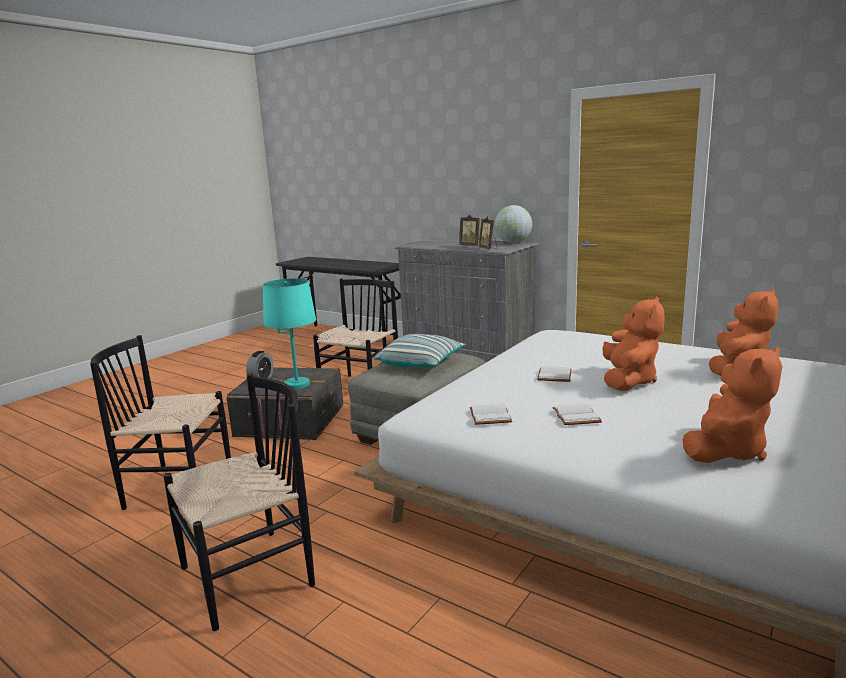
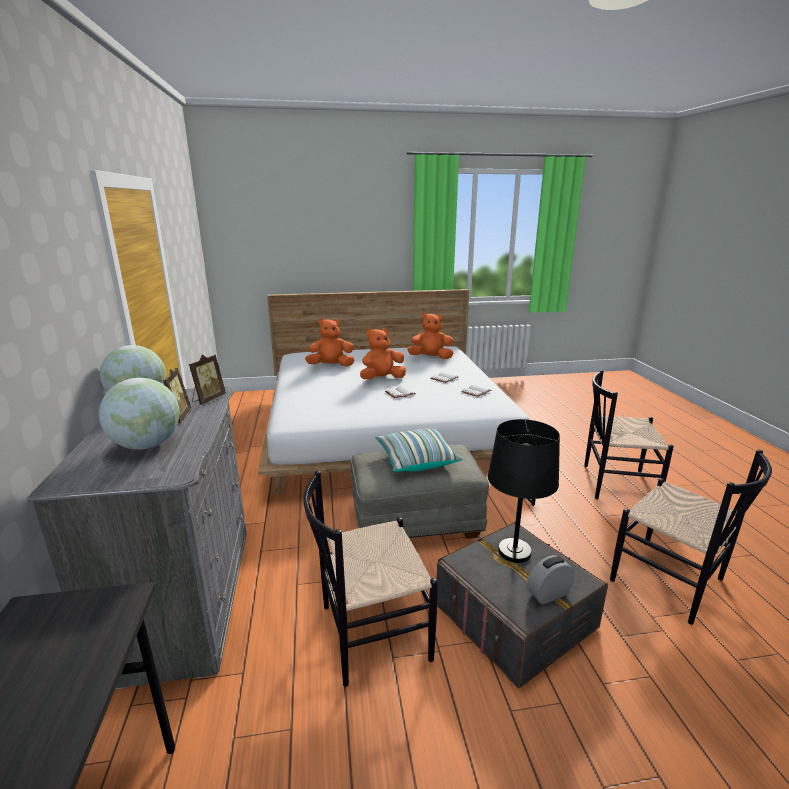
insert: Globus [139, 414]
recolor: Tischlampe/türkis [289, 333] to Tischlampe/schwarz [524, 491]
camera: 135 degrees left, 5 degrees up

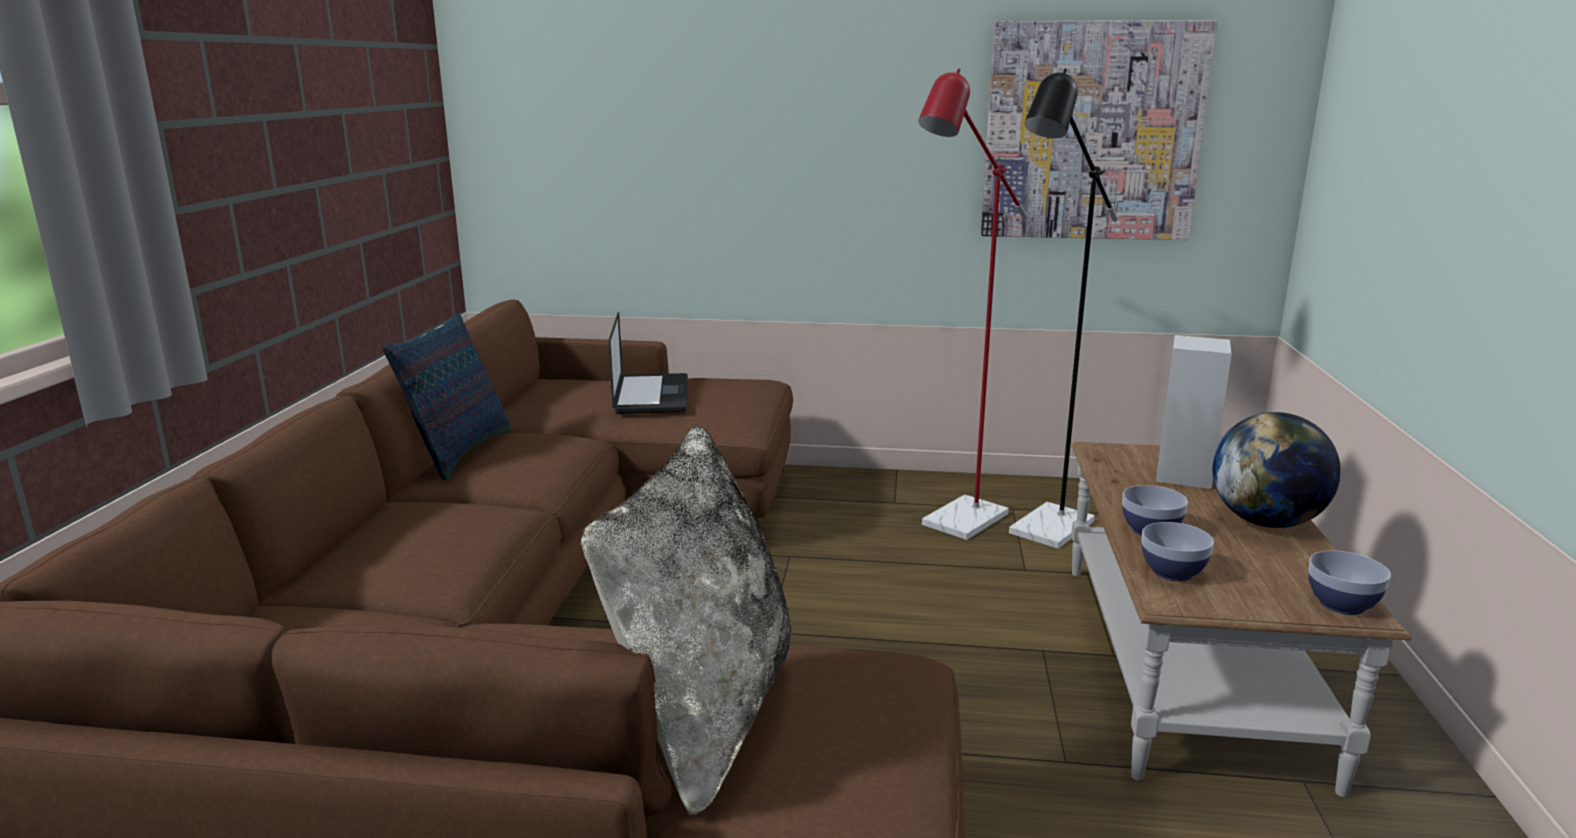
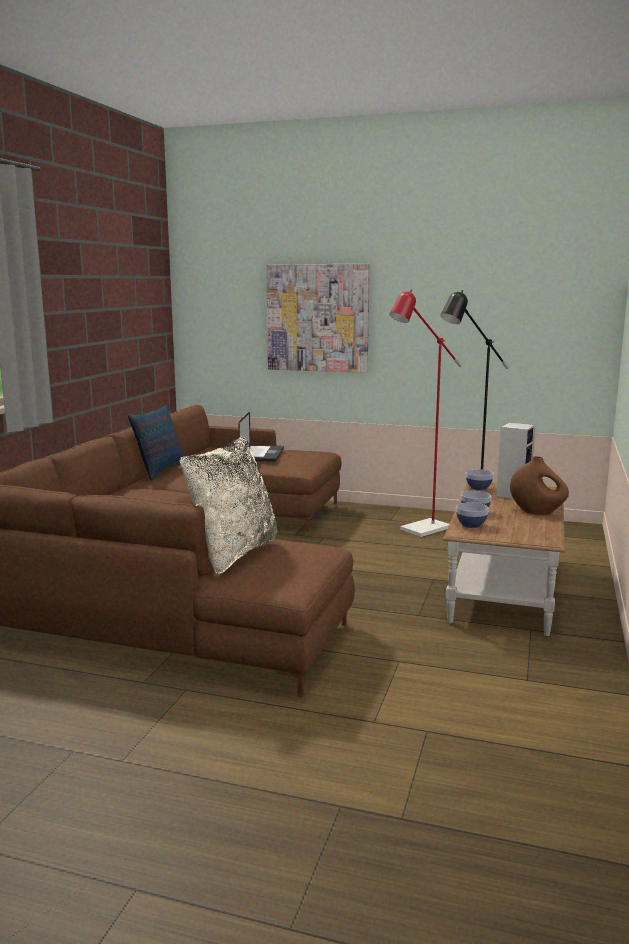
move: Bild [1099, 130] to [318, 318]; Schüssel [1349, 582] to [480, 479]
replace: Globus [1276, 470] to Vase/braun [539, 485]
camera: 10 degrees right, 5 degrees down

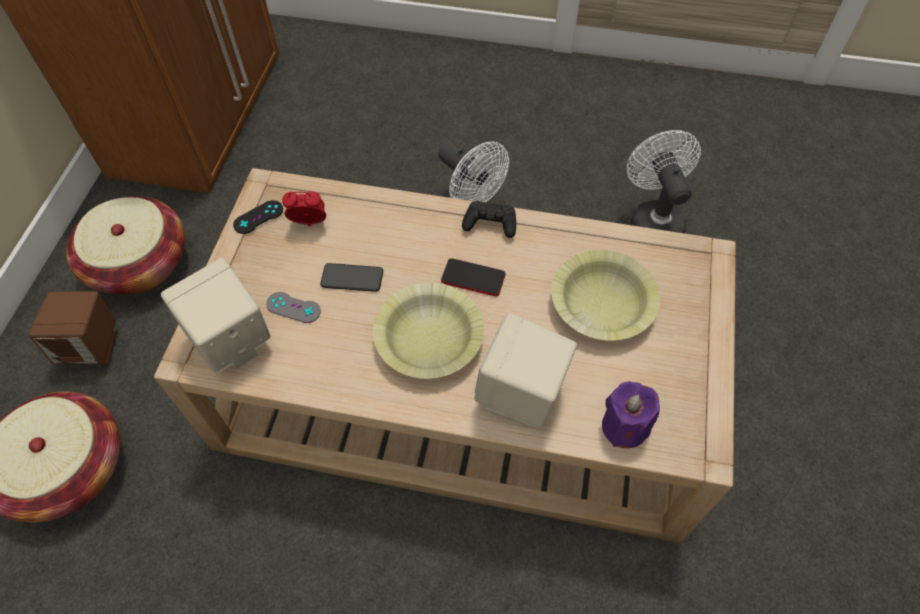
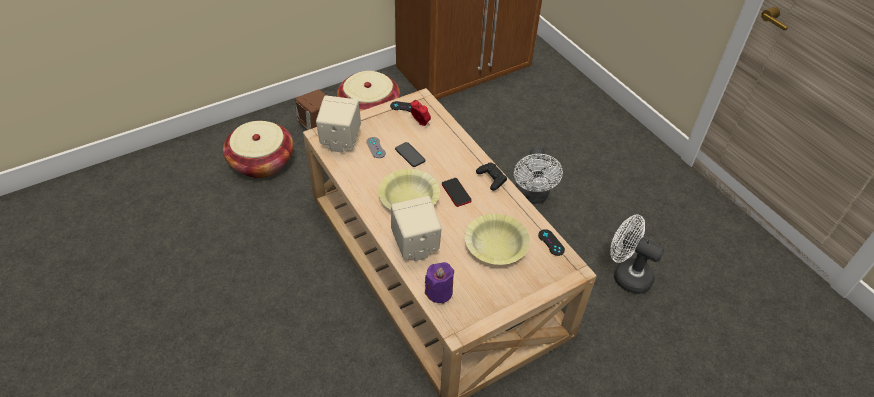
insert: Gamepad/schwarz [551, 242]
rotate: Ventilator/weiß [664, 181] = [637, 254] 90 degrees counterclockwise
camera: 45 degrees right, 10 degrees down

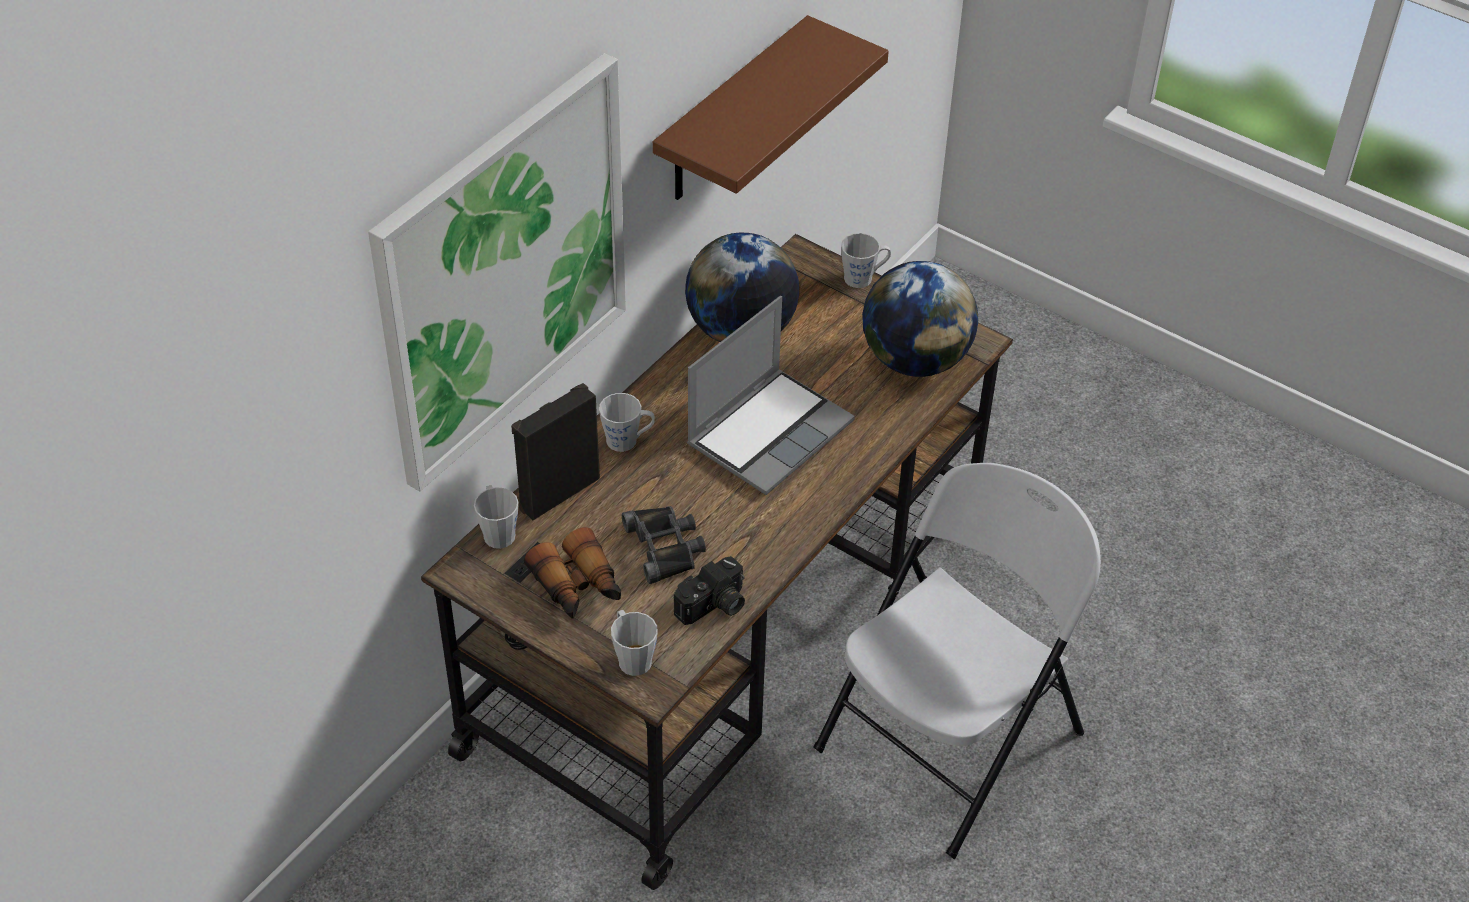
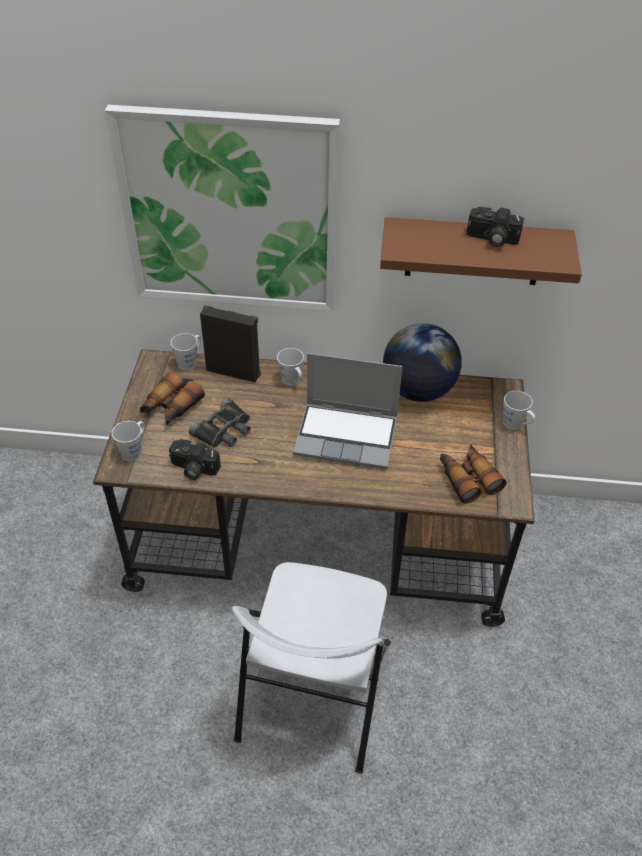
insert: Kamera [495, 227]
replace: Globus [920, 319] to Fernglas [473, 474]
rotate: Stuhl/weiß [957, 661] = [311, 667] 90 degrees clockwise
camera: 60 degrees right, 0 degrees up

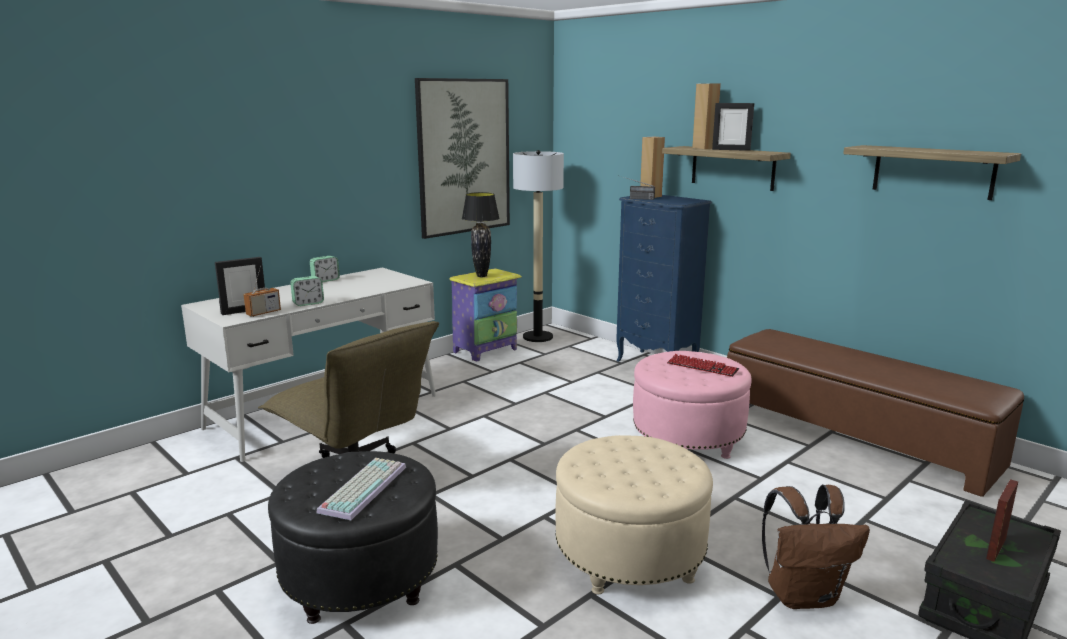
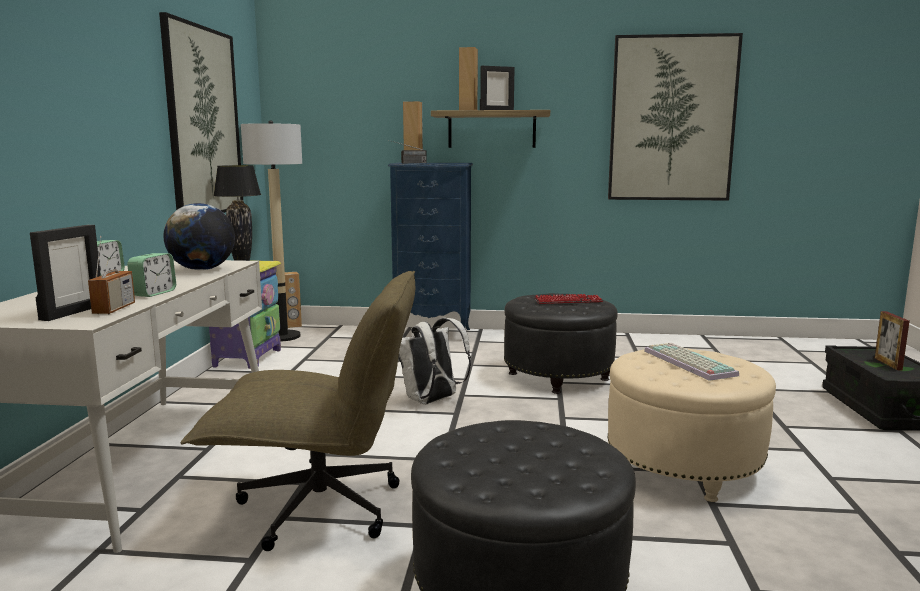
delete: Bank/braun [875, 413]; Rucksack/braun [816, 547]
insert: Globus [199, 236]; Lautsprecher/braun [293, 300]; Rucksack/weiß [434, 361]
move: Tastatur [361, 489] to [691, 362]
replace: Wandregal [932, 172] to Bild [675, 117]
recolor: Polsterhocker/rosa [692, 405] to Polsterhocker/schwarz [561, 343]
camera: 40 degrees left, 5 degrees down

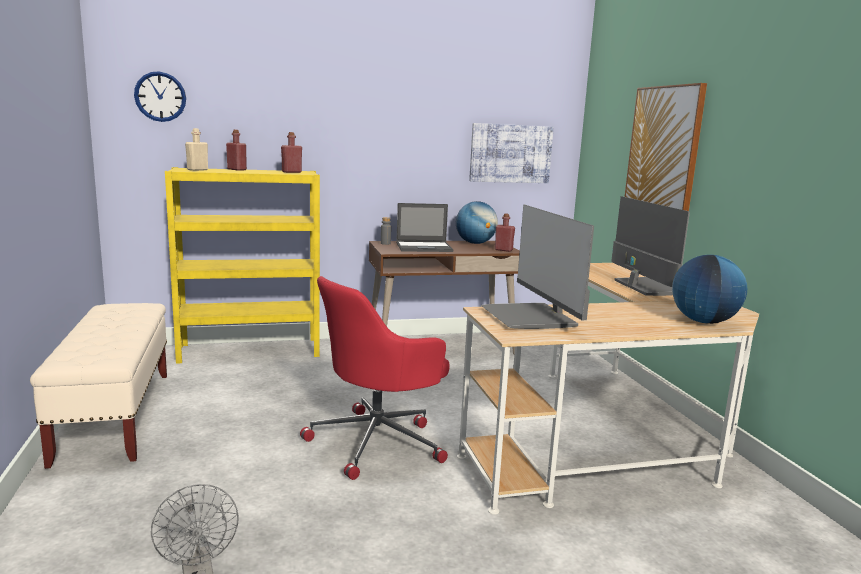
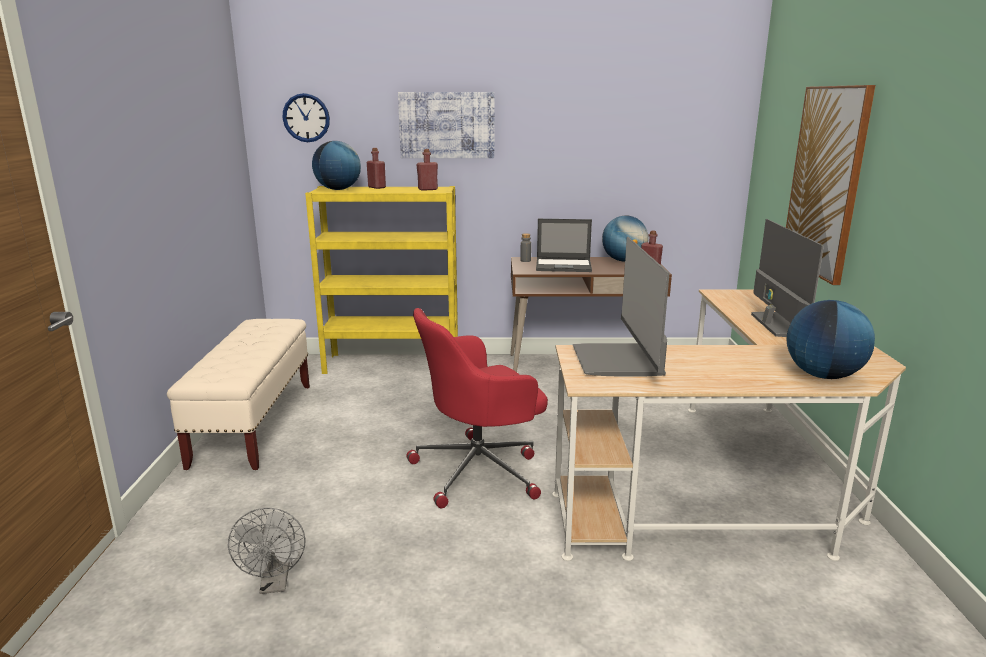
move: Bild [511, 153] to [446, 125]
replace: Flasche/beige [196, 149] to Globus [336, 165]
camera: 15 degrees right, 5 degrees up

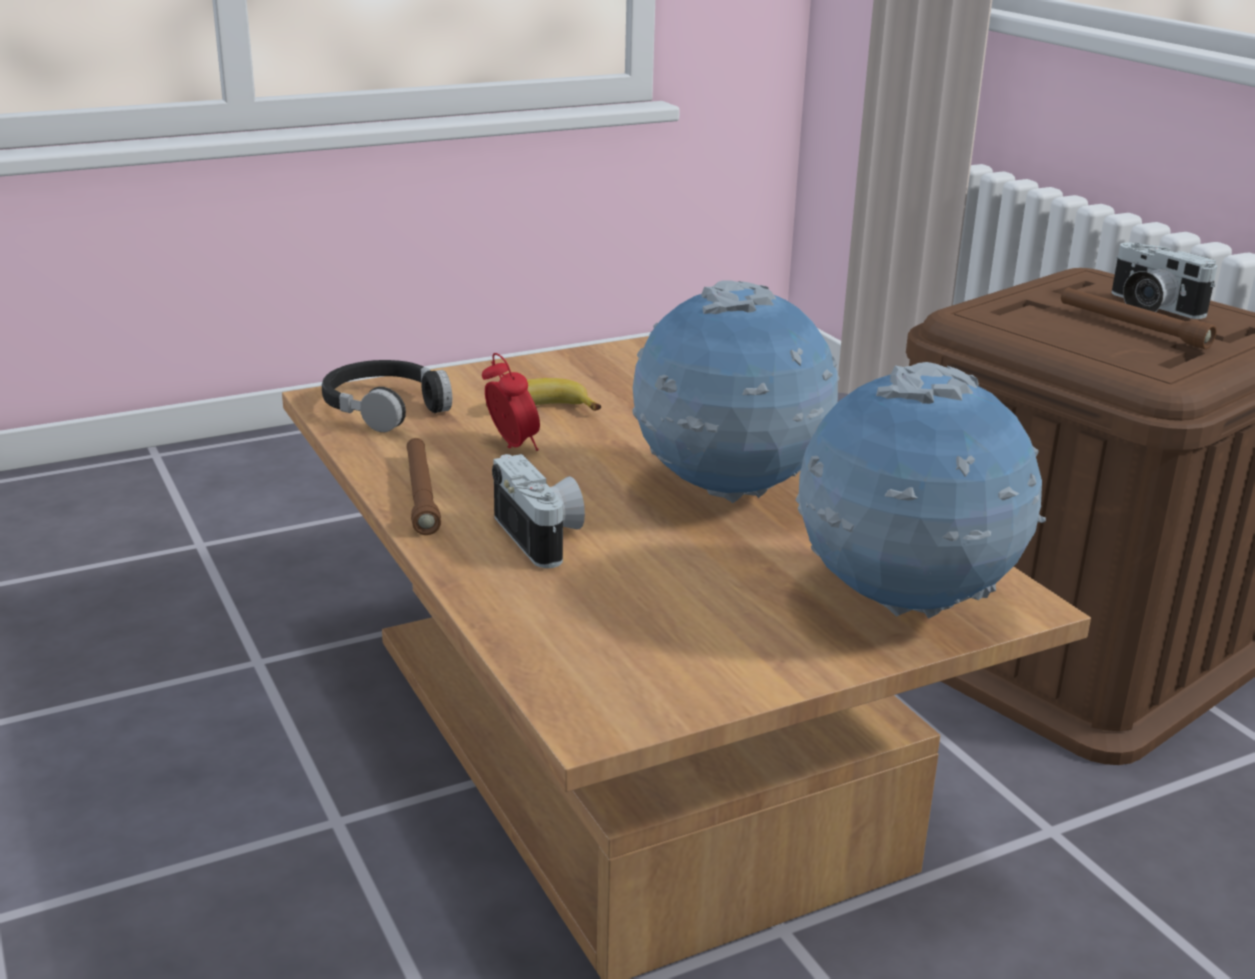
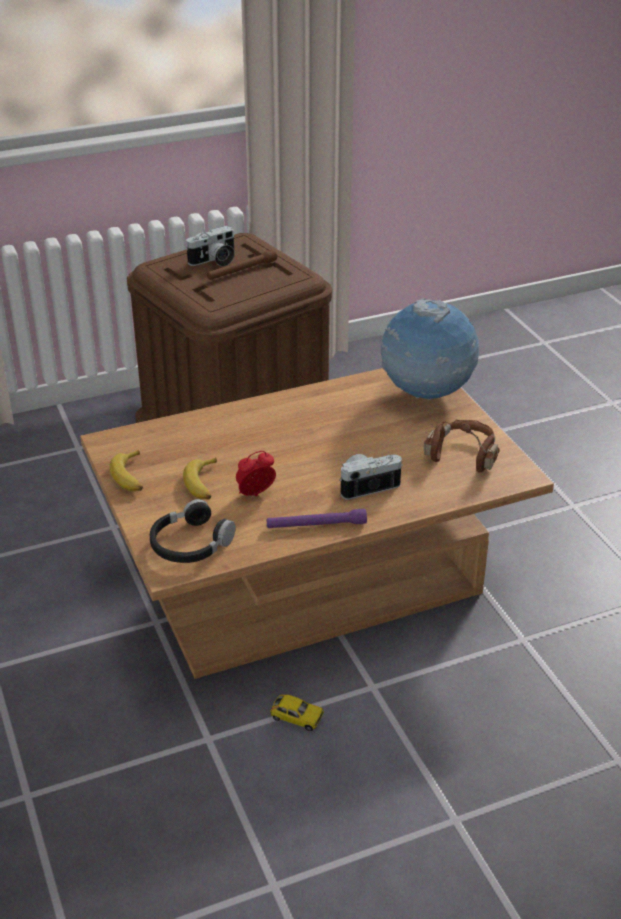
delete: Globus [736, 391]
insert: Banane [126, 470]; Spielzeugauto [297, 712]; Kopfhörer/braun [462, 446]
recolor: Taschenlampe/braun [424, 486] to Taschenlampe/lila [317, 518]
camera: 85 degrees left, 10 degrees up

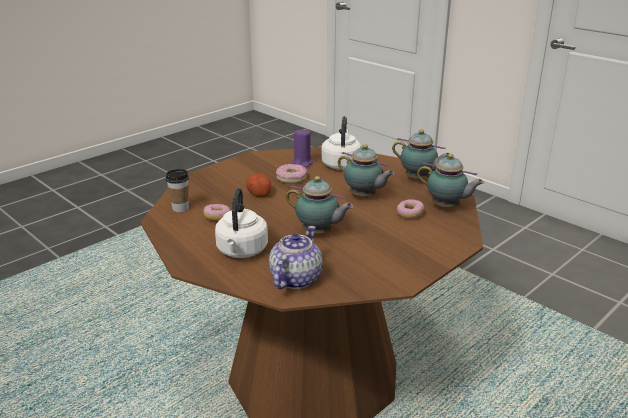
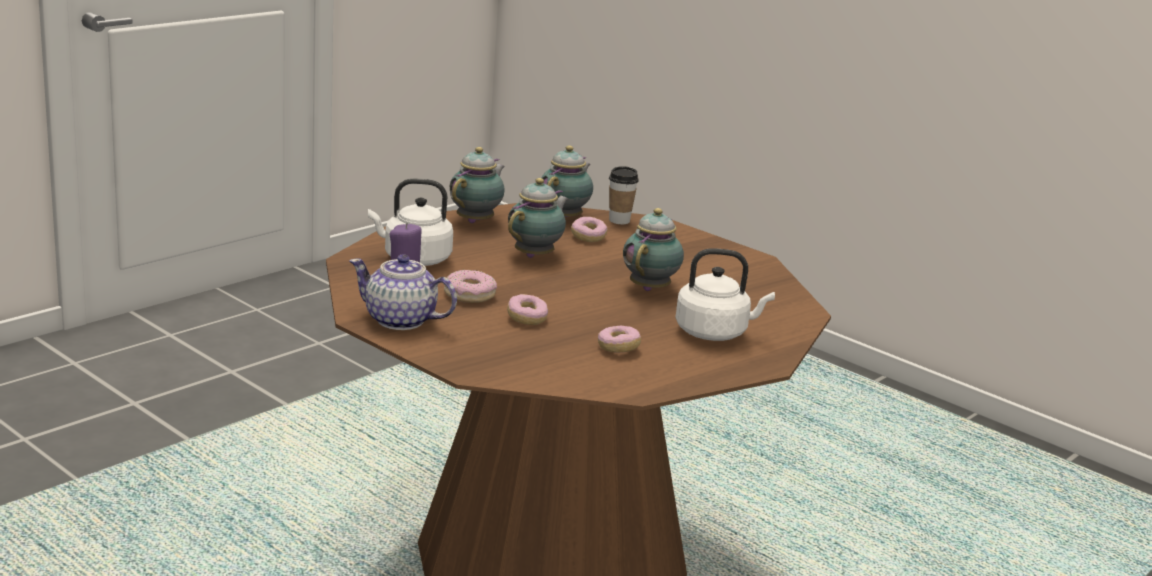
move: Tasse [177, 190] to [624, 195]; Teekanne [296, 257] to [403, 292]
replace: Kartoffel [258, 185] to Donut [527, 309]
camera: 95 degrees left, 5 degrees down

